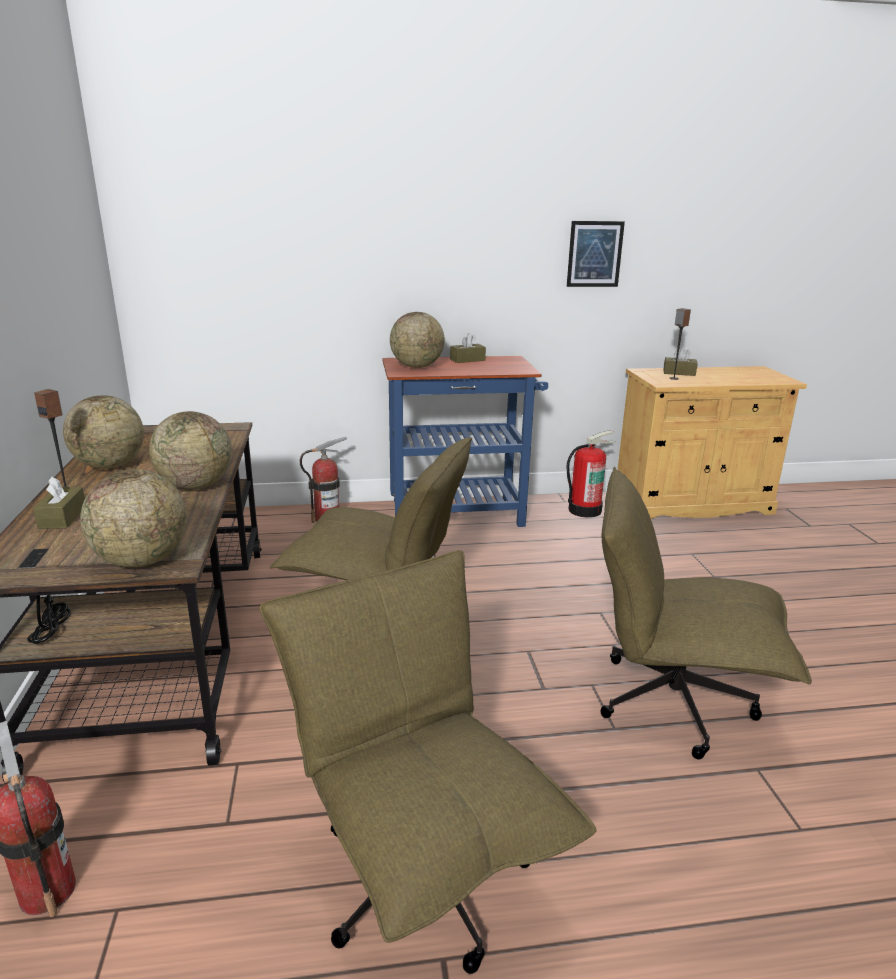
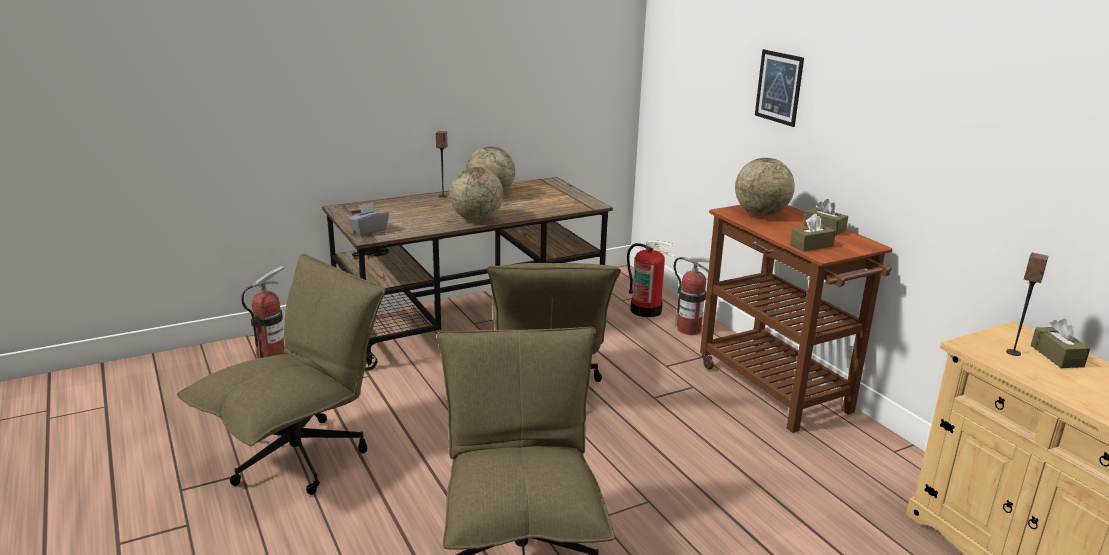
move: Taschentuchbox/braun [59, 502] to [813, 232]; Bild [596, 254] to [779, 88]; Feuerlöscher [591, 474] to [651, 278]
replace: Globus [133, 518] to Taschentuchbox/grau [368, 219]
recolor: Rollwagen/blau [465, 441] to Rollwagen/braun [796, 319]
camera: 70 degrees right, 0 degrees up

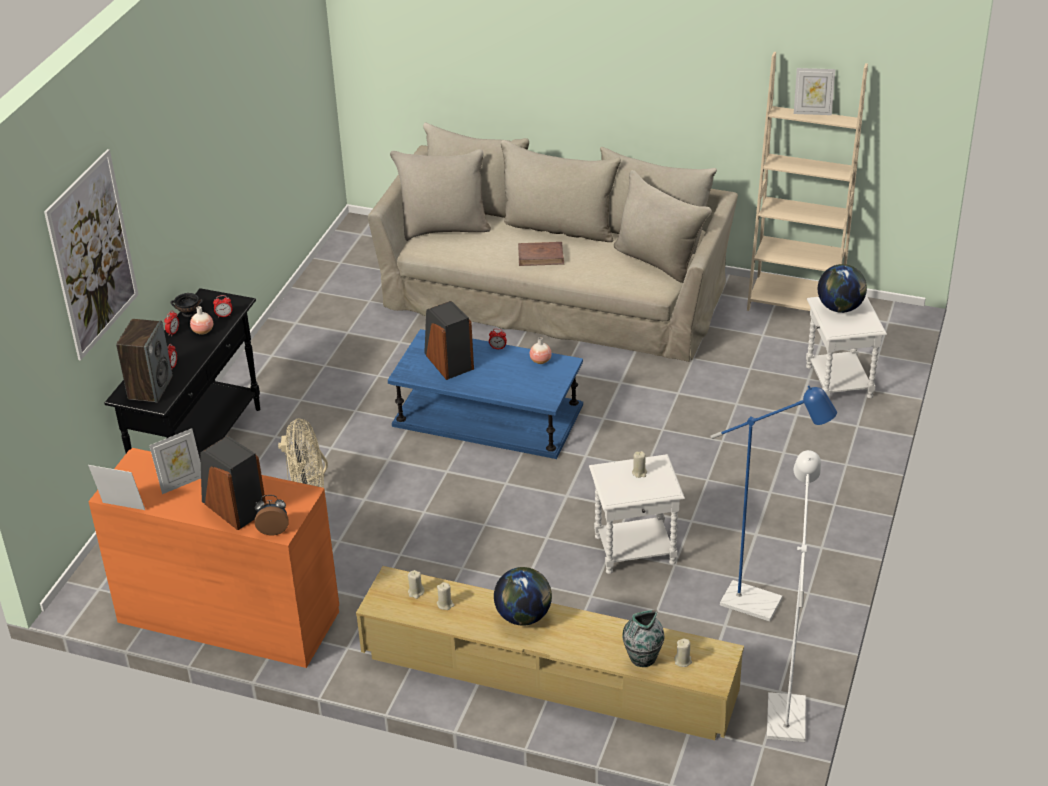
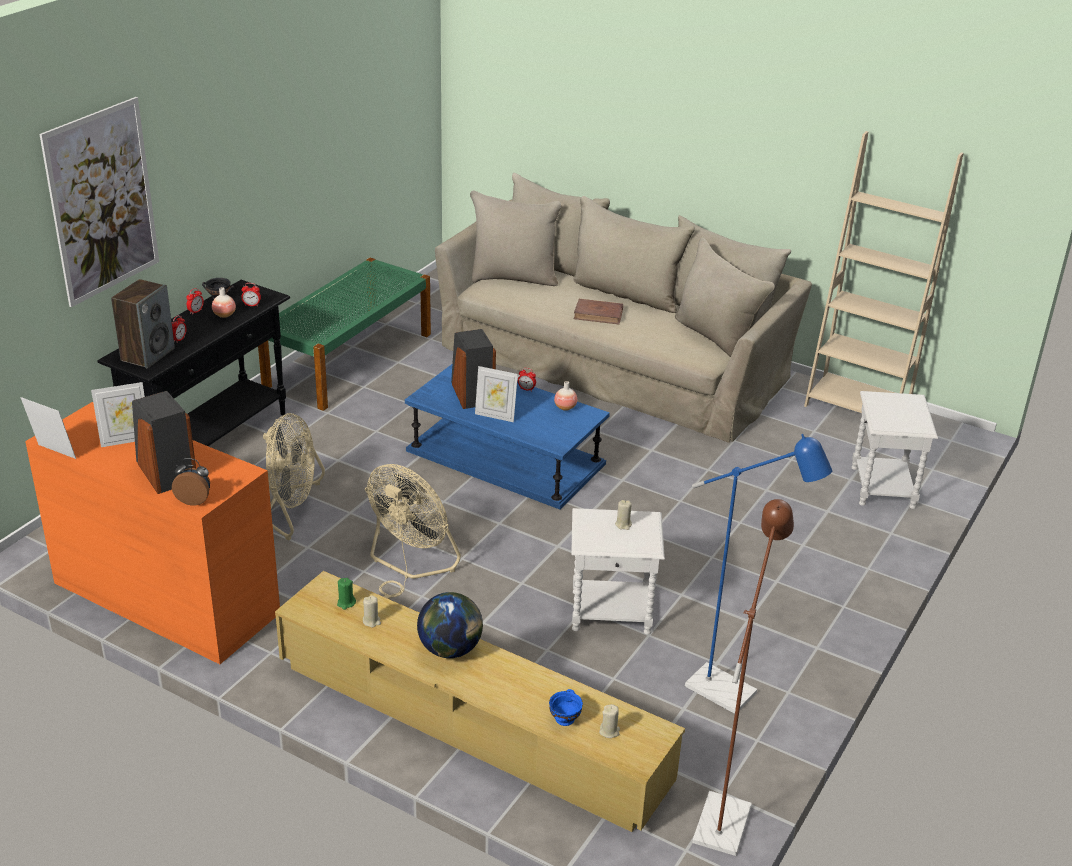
delete: Globus [842, 288]
insert: Bank/grün [344, 334]; Ventilator/beige [413, 532]
move: Bilderrahmen [815, 91] to [496, 394]
replace: Vase [643, 638] to Schüssel/blau [566, 707]
recolor: Kerze/beige [416, 584] to Kerze/grün [346, 594]; Stehlampe/weiß [794, 596] to Stehlampe/braun [743, 677]
camera: 10 degrees right, 5 degrees down

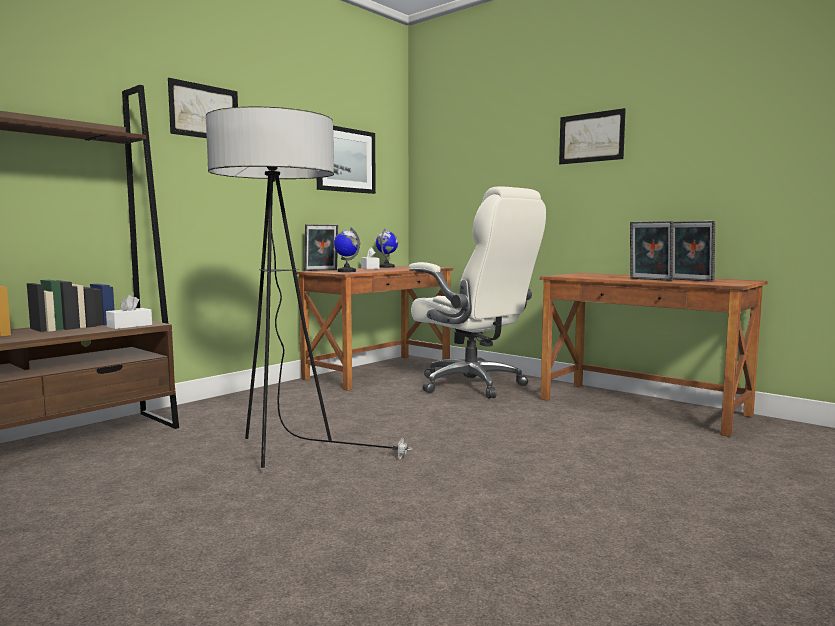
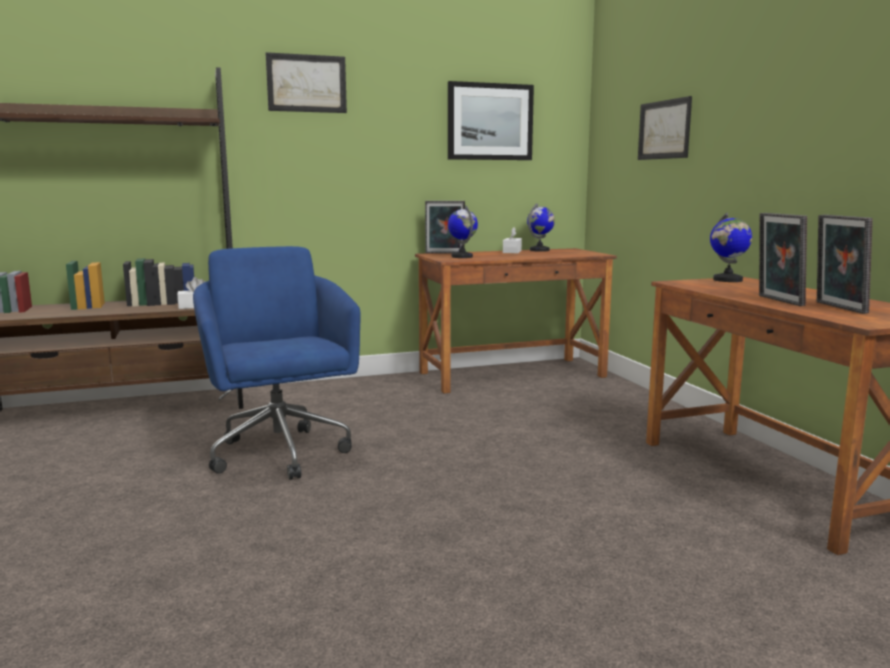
delete: Bürostuhl/weiß [477, 292]
insert: Globus [731, 247]
move: Bild [592, 136] to [665, 128]
replace: Stehlampe [309, 287] to Bürostuhl/blau [276, 363]
camera: 30 degrees right, 5 degrees up

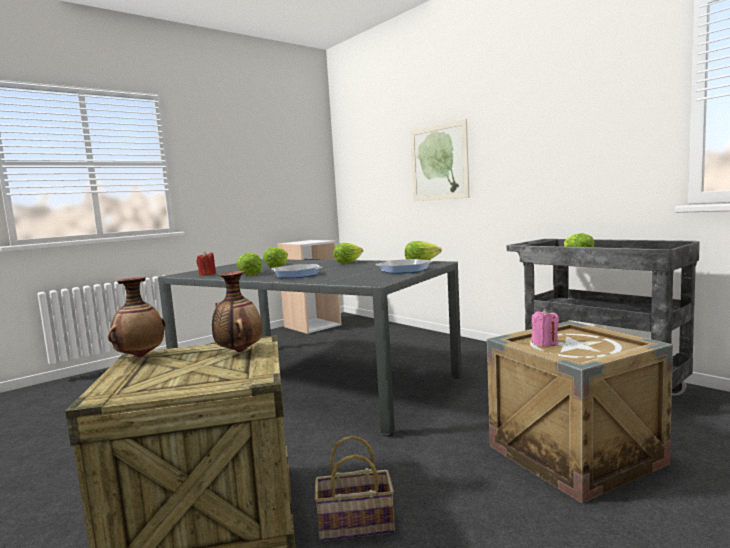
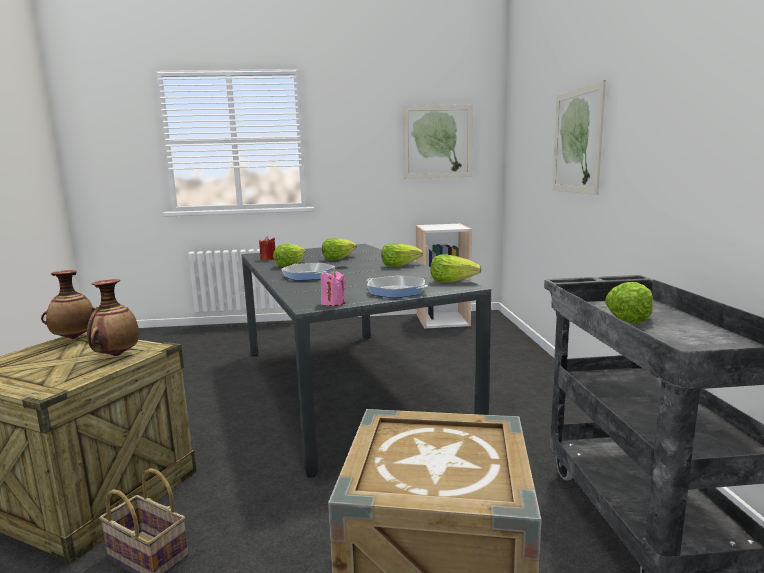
insert: Bild [438, 142]
move: Kerze/rosa [545, 327] to [333, 287]
camera: 35 degrees right, 5 degrees up

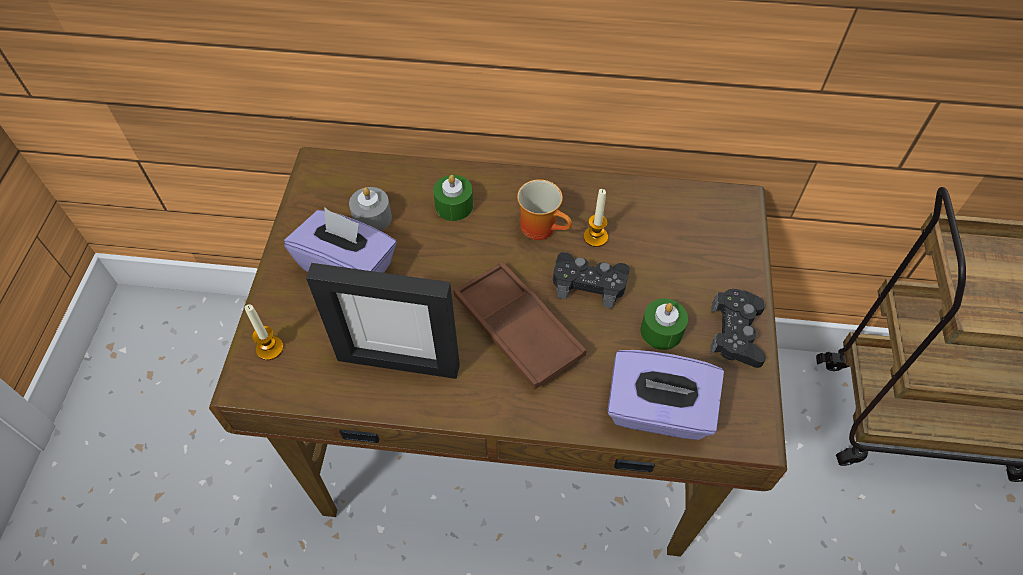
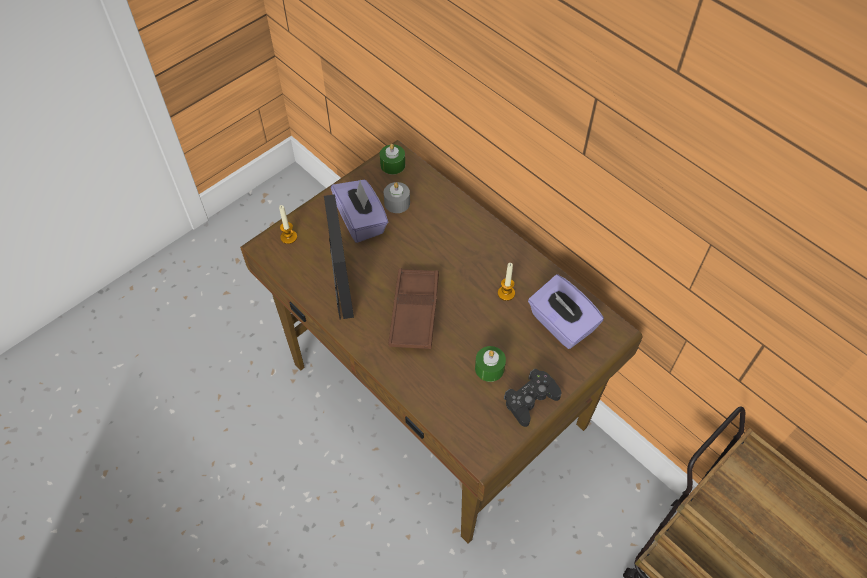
delete: Henkelbecher [544, 209]; Gamepad/schwarz [591, 280]
move: Kerze/grün [453, 198] to [392, 159]; Taschentuchbox/lila [665, 395] to [566, 312]
rotate: Bilderrahmen [383, 321] = [339, 257] 150 degrees counterclockwise
camera: 40 degrees right, 0 degrees up

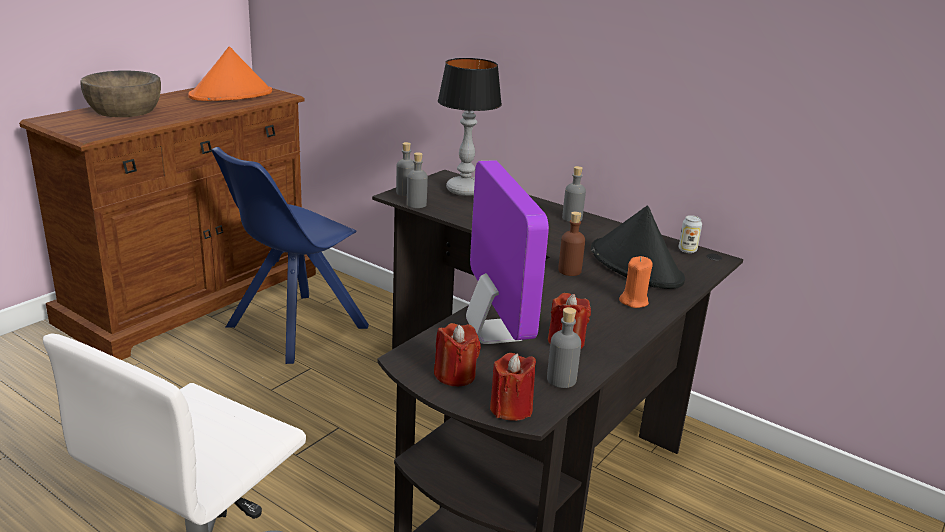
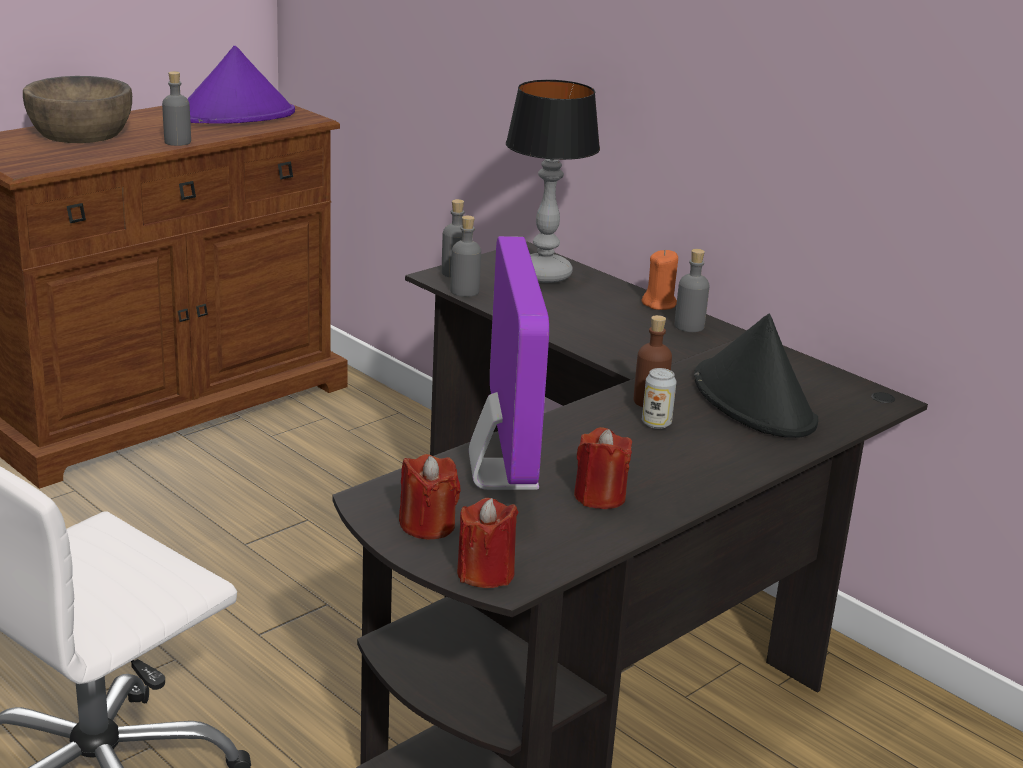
delete: Stuhl/blau [290, 255]
move: Flasche/grau [564, 347] to [176, 108]; Kerze/orange [636, 282] to [660, 279]; Dose [690, 234] to [659, 398]
recolor: Hut/orange [230, 74] to Hut/lila [241, 85]
camera: 10 degrees right, 0 degrees up

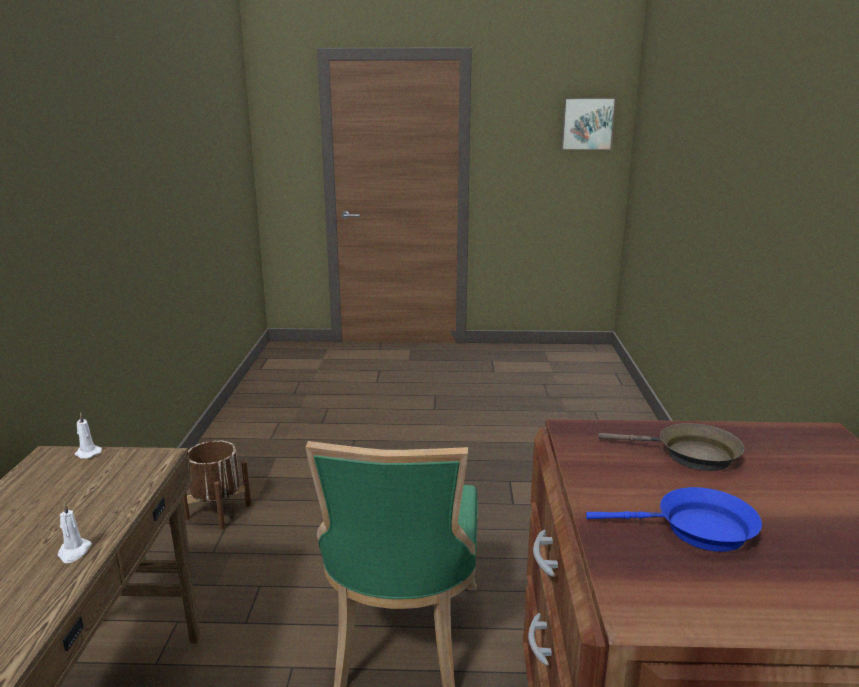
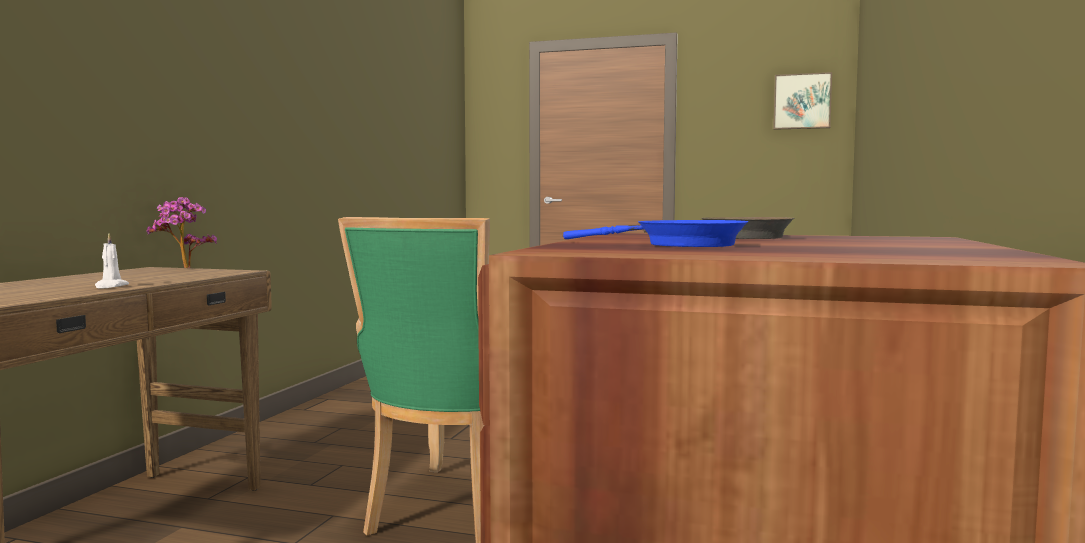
delete: Pflanzkübel/braun [217, 485]
replace: Kerze/weiß [88, 436] to Topfpflanze [182, 232]
camera: 15 degrees right, 15 degrees down

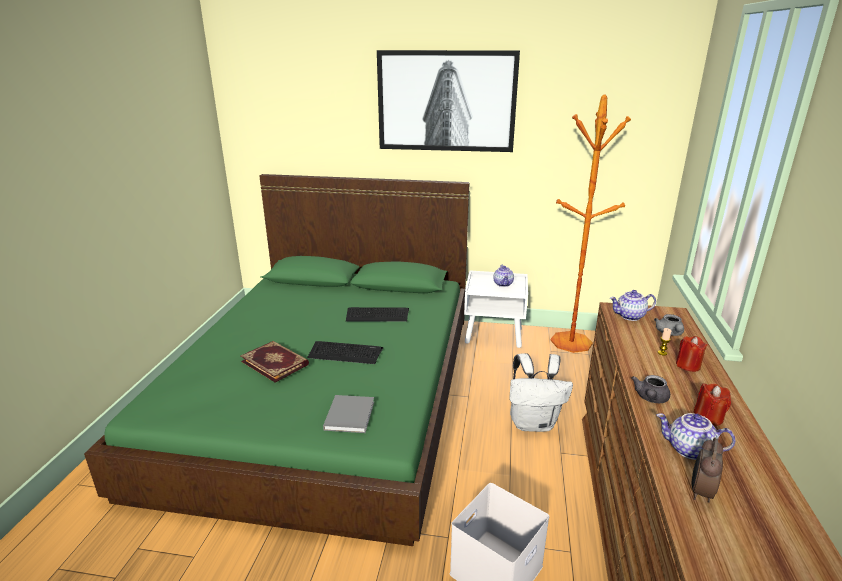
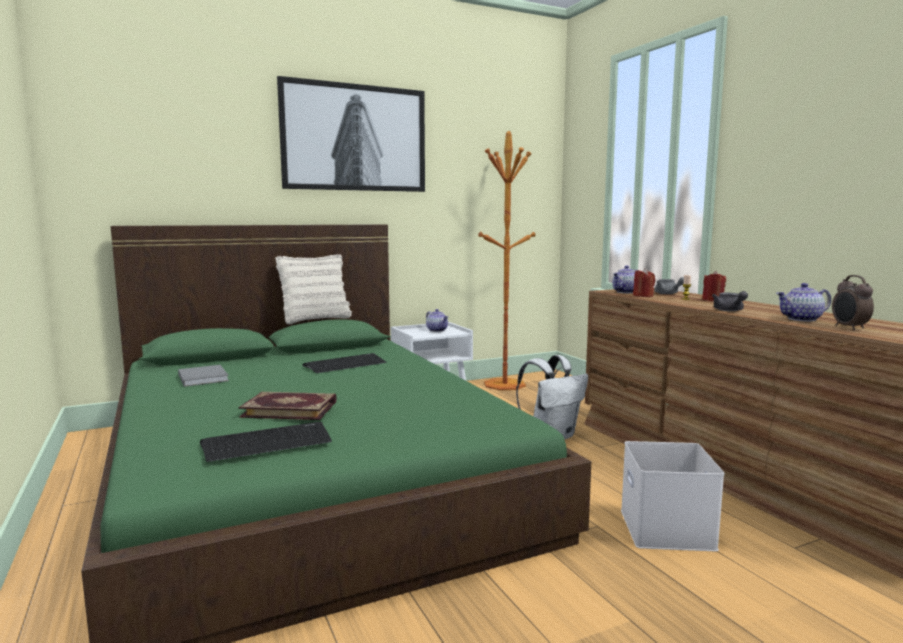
insert: Kissen/beige [313, 289]
move: Tastatur [345, 352] to [266, 442]; Buch/grau [348, 414] to [203, 376]; Kerze/rot [712, 404] to [644, 282]
camera: 35 degrees left, 15 degrees down

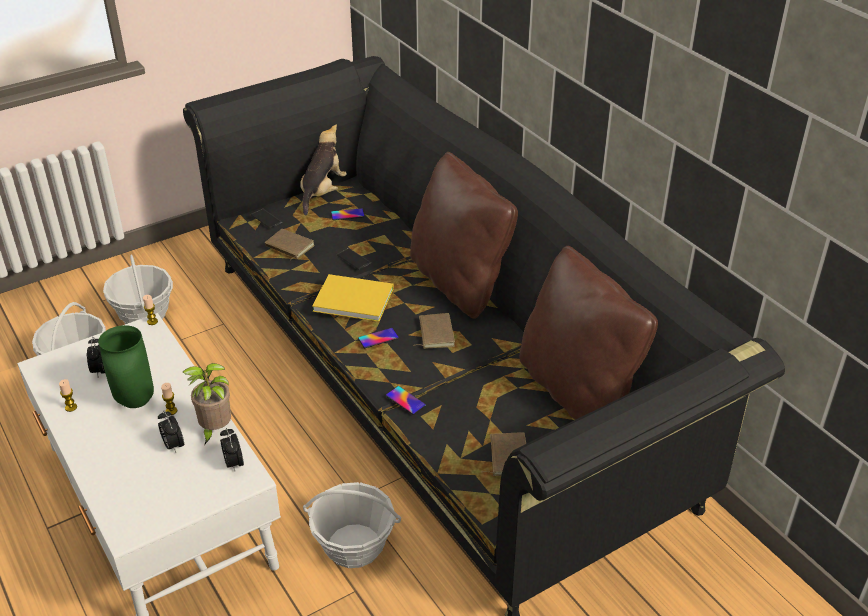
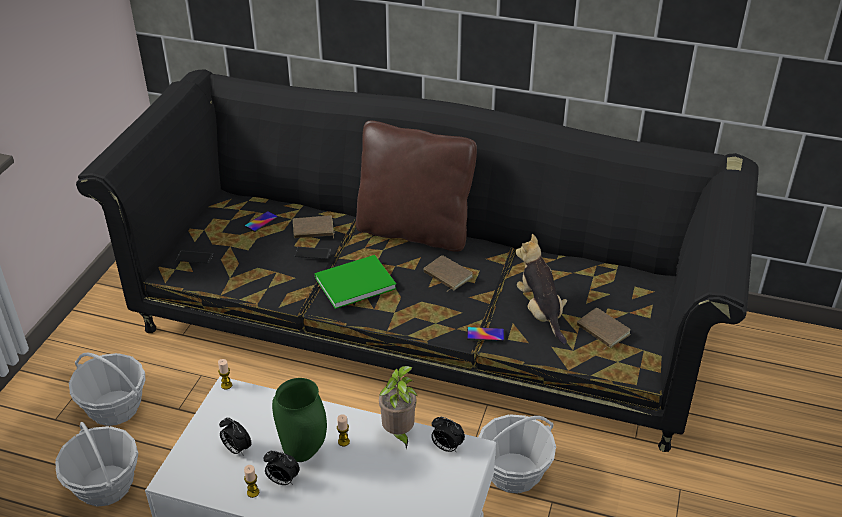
delete: Handy [378, 338]; Kissen/braun [588, 333]
move: Wecker [171, 432] to [281, 467]; Buch/braun [290, 245] to [314, 226]; Plüschtier [323, 170] to [541, 289]
recolor: Buch/gelb [353, 298] to Buch/grün [355, 282]
camera: 40 degrees left, 0 degrees up

